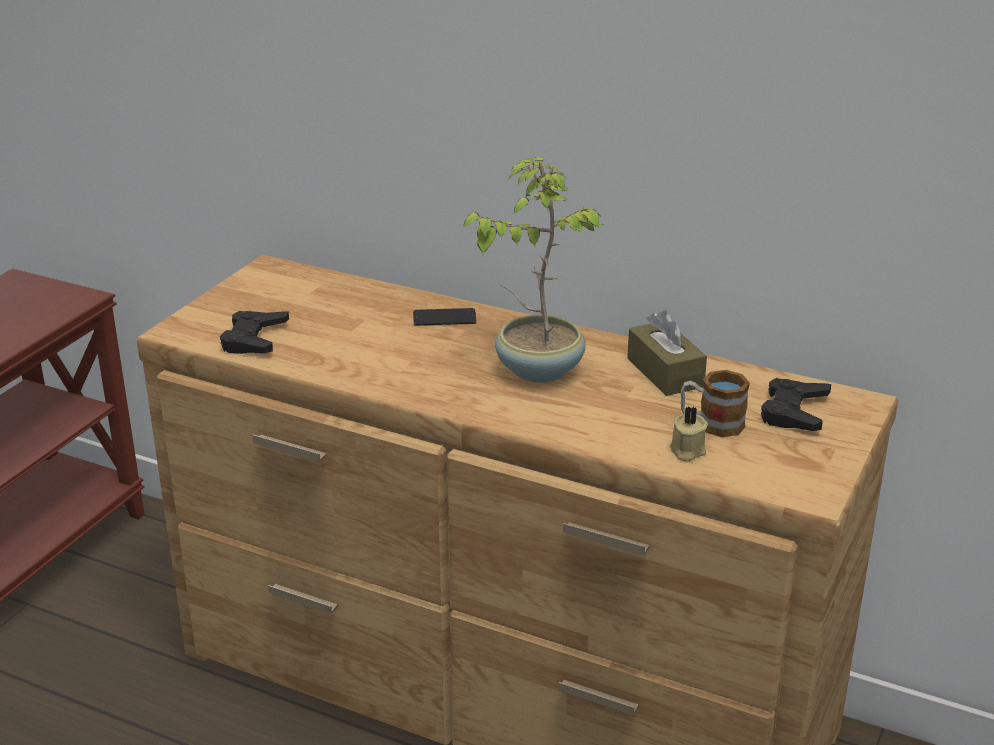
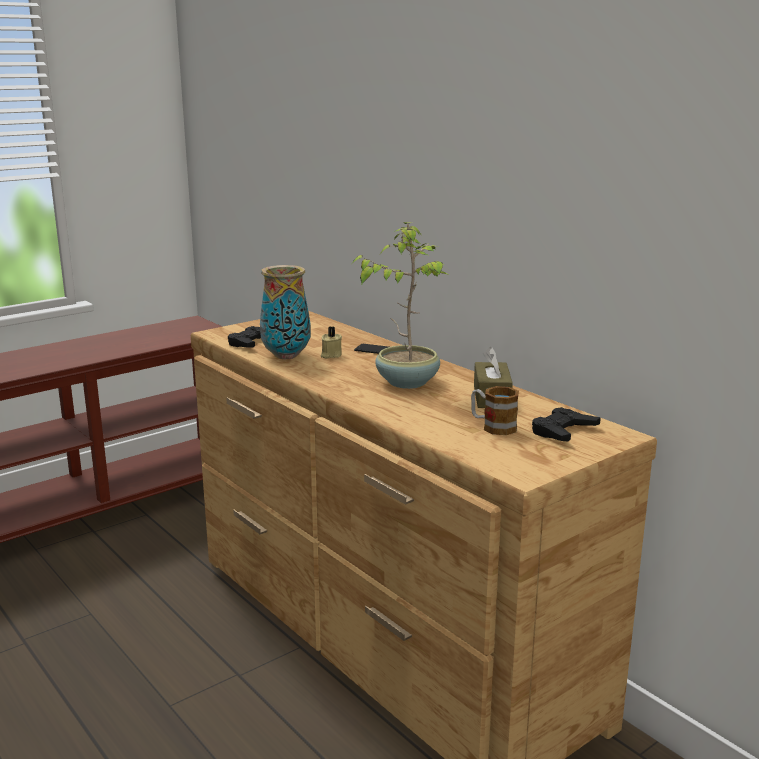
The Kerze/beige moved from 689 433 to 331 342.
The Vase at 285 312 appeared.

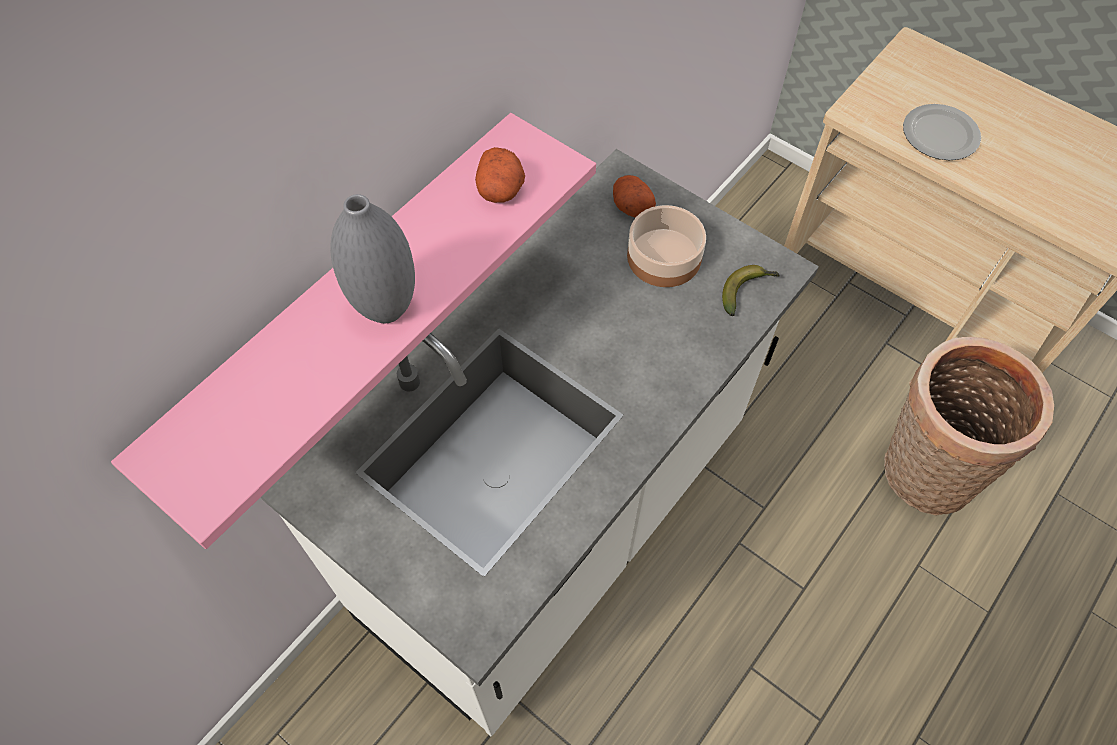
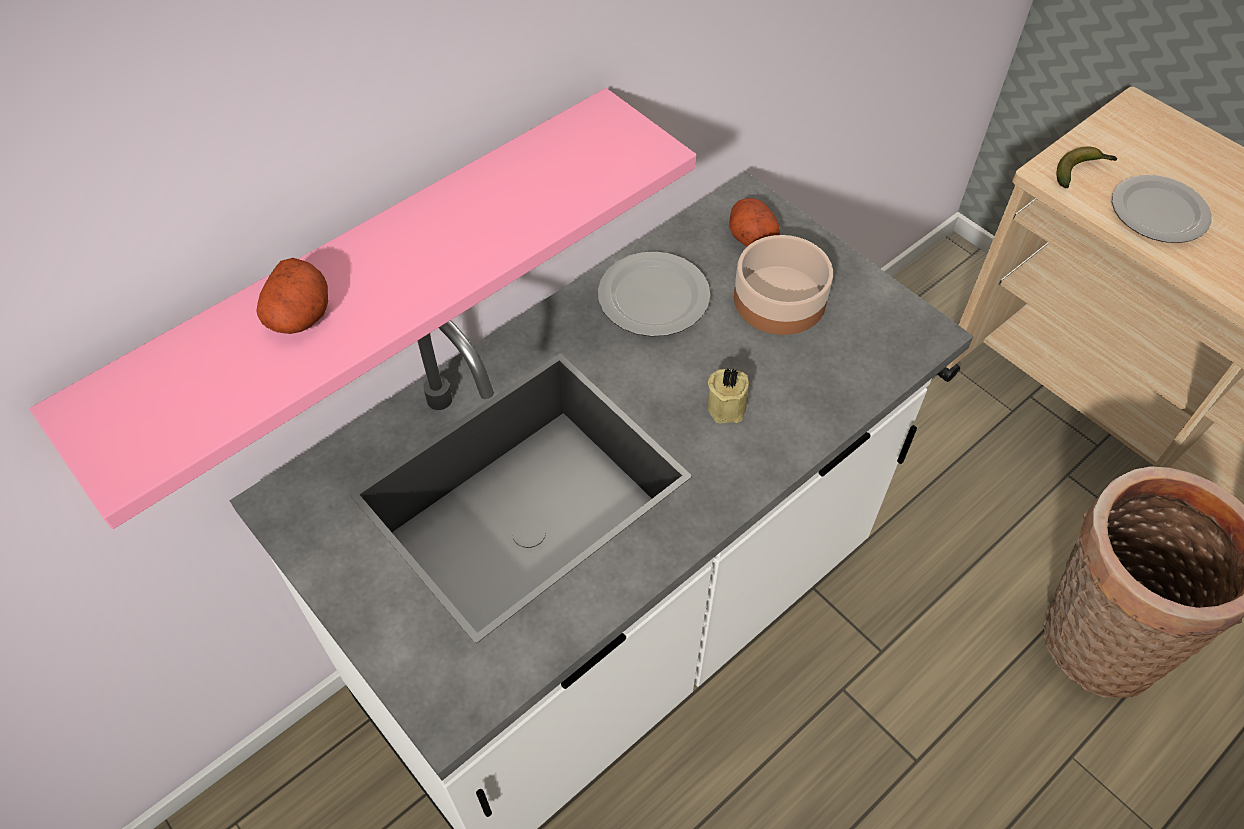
The Kartoffel moved from 500 175 to 292 296.
The Vase/grau at 372 258 disappeared.
The Banane moved from 751 290 to 1087 167.
The Teller at 654 294 appeared.
The Kerze/beige at 728 395 appeared.

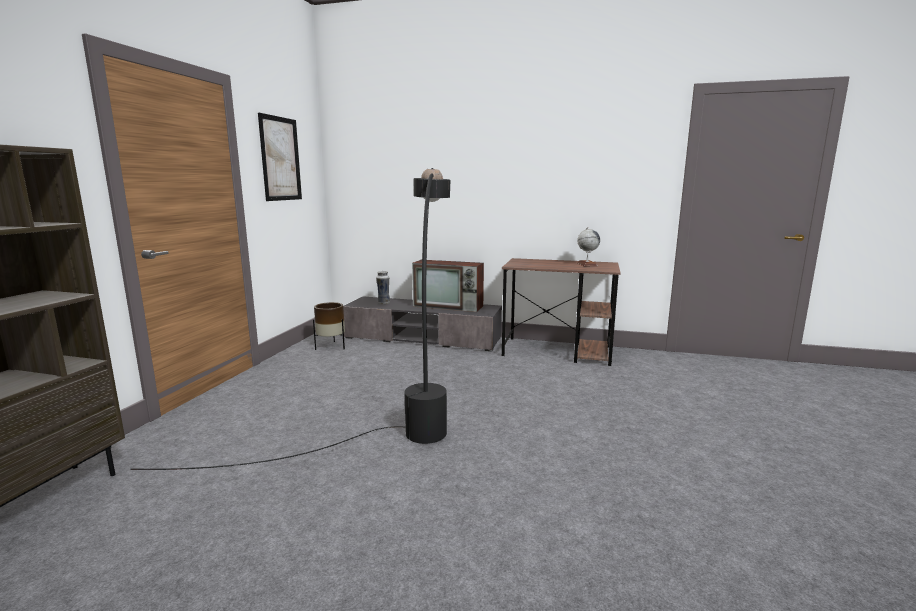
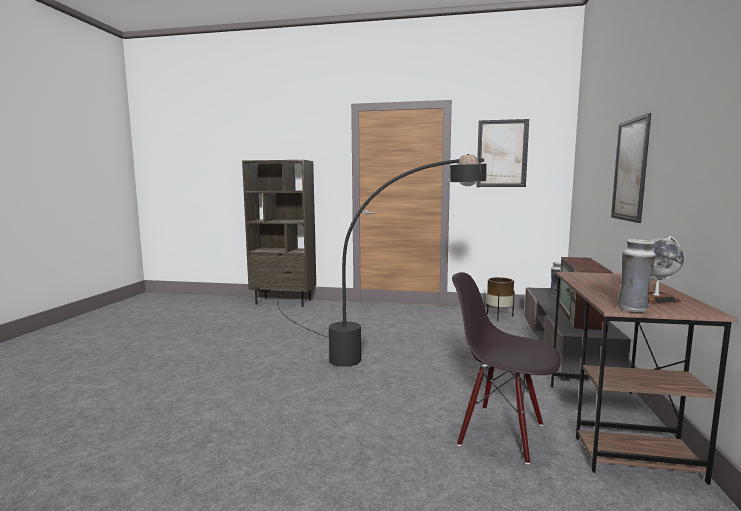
The Bild at 631 168 appeared.
The Vase at 637 275 appeared.
The Stuhl/schwarz at 506 368 appeared.

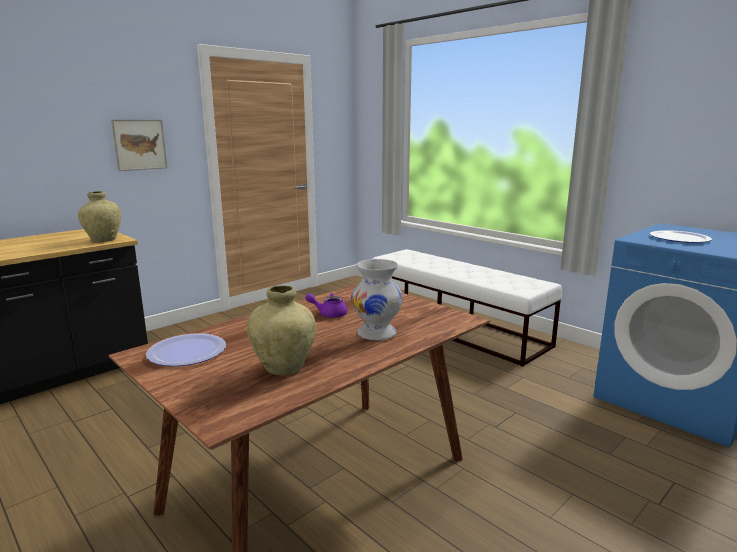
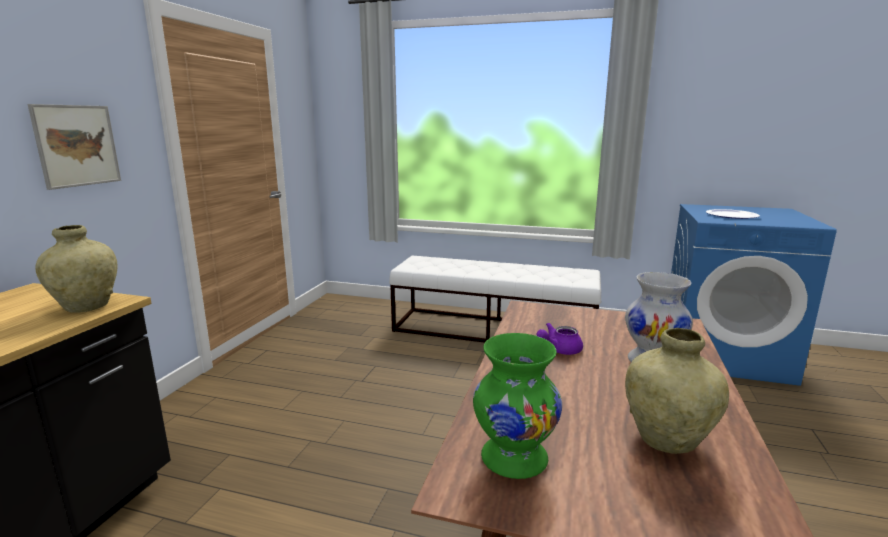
The Teller at 186 349 was replaced by the Vase/grün at 517 406.

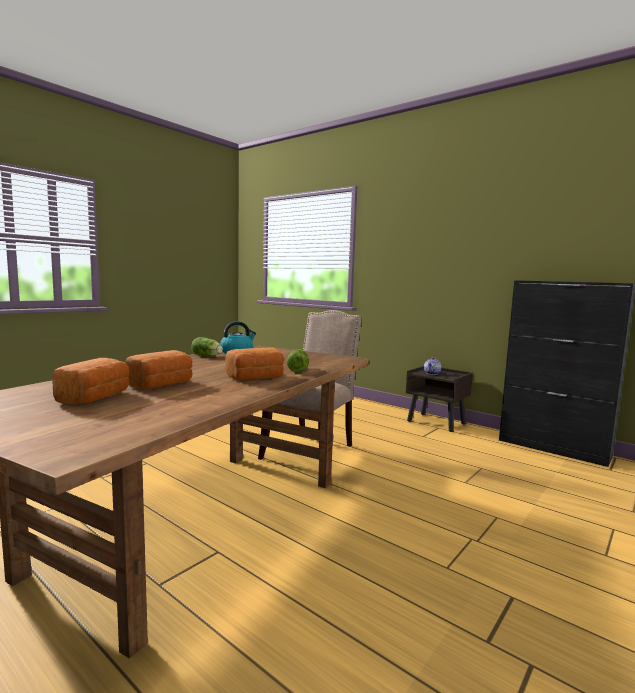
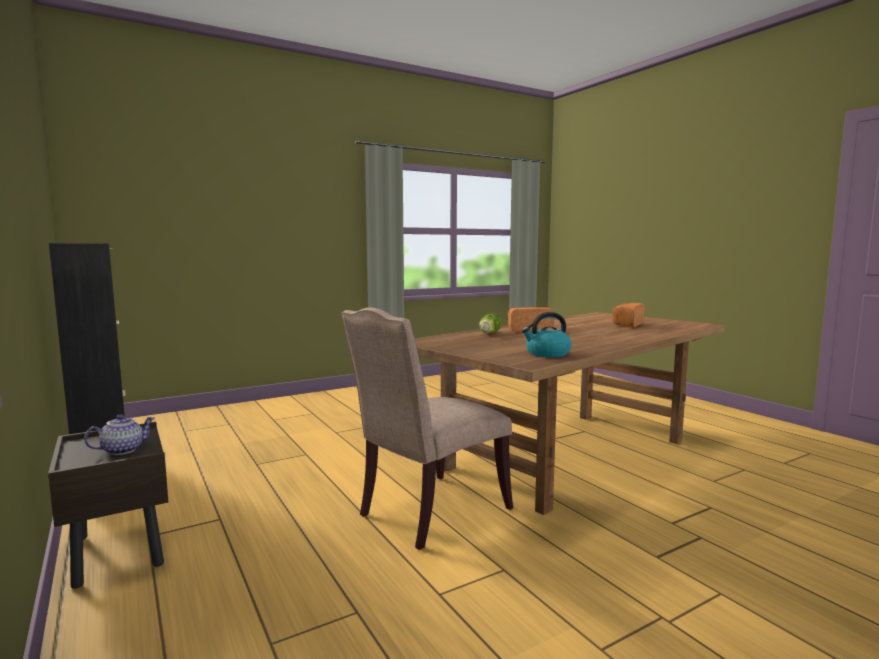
The Salatkopf at 207 346 disappeared.
The Brot at 159 369 disappeared.

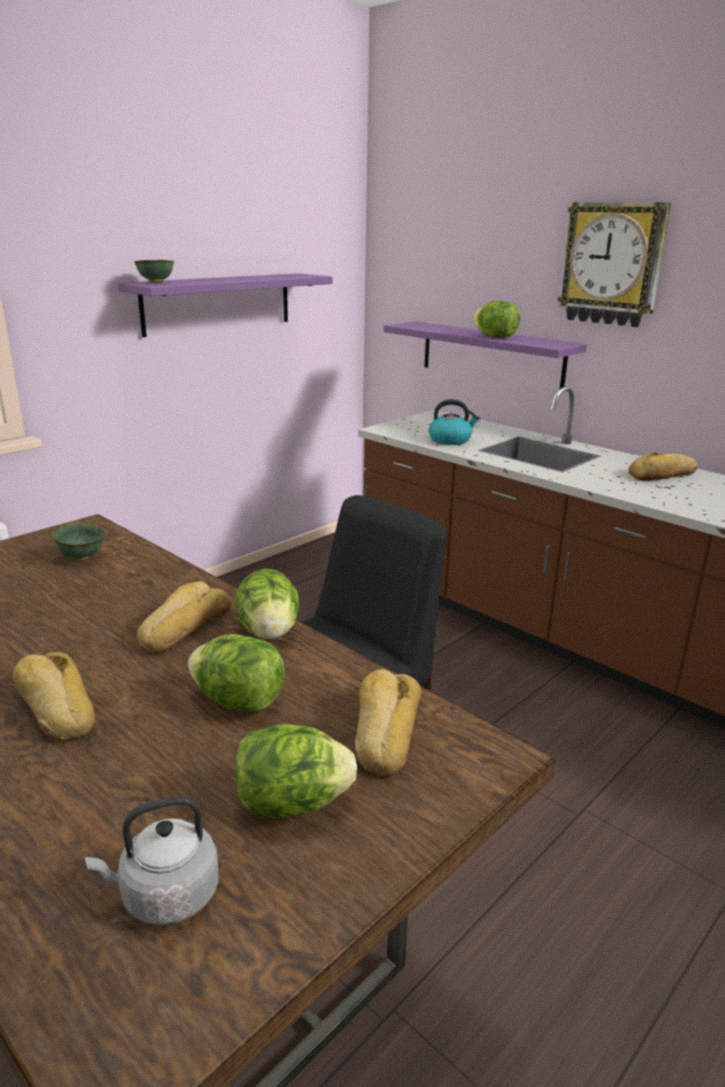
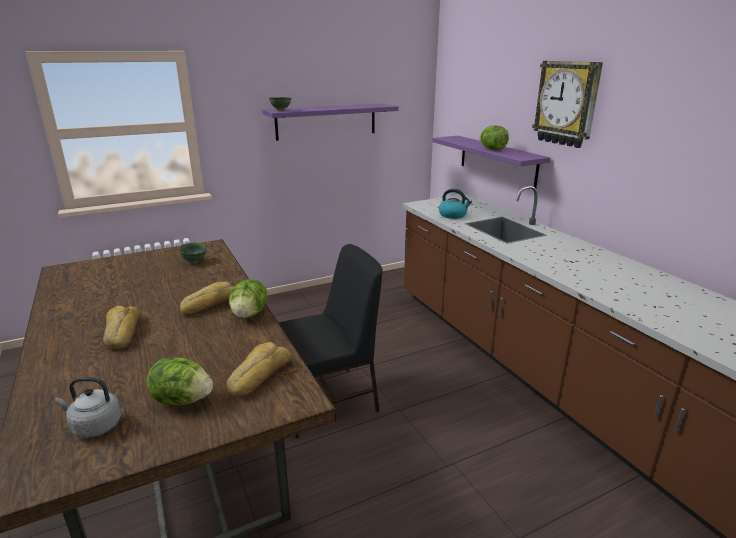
The Brot at 663 466 disappeared.
The Salatkopf at 236 673 disappeared.

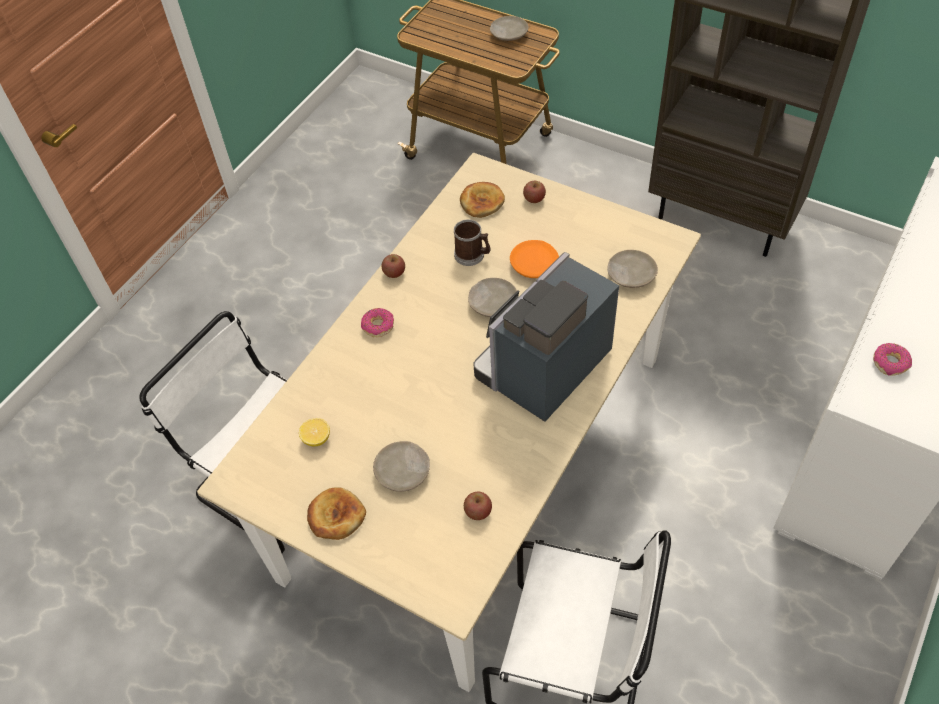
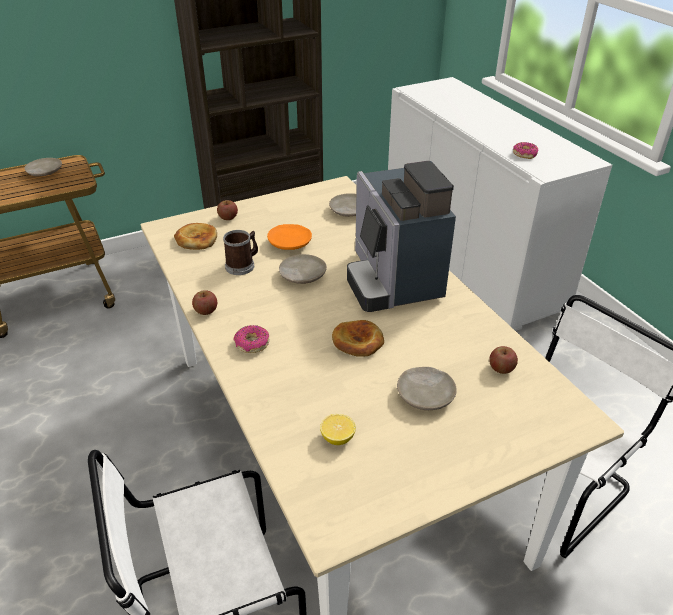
The Brot moved from 336 513 to 358 338.

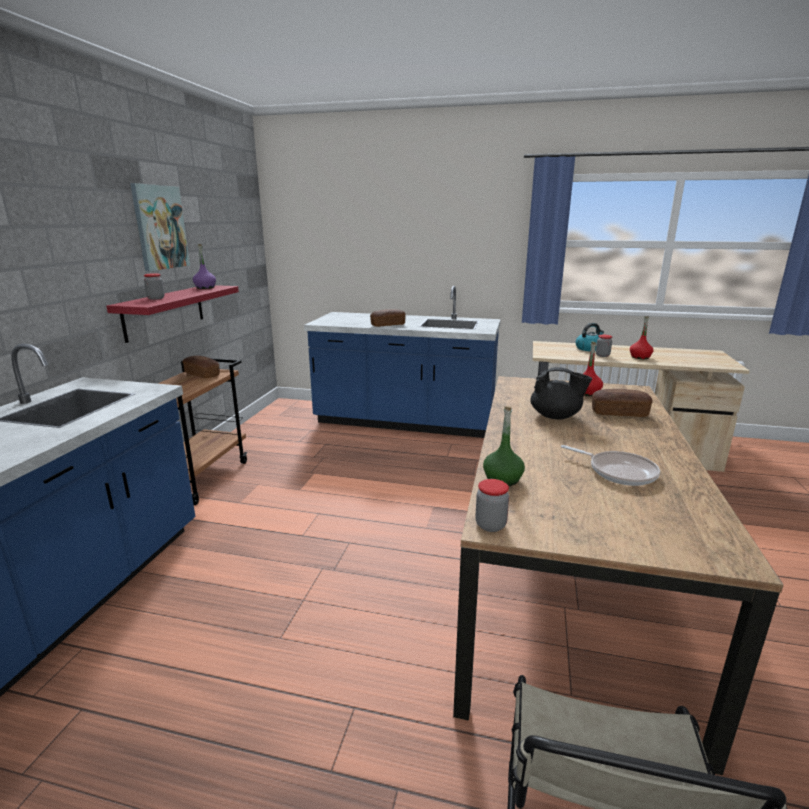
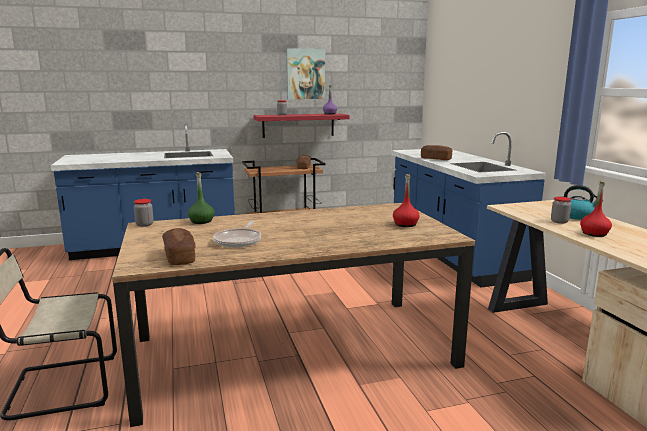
The Teekanne/schwarz at 561 393 disappeared.
The Brot moved from 622 403 to 179 246.

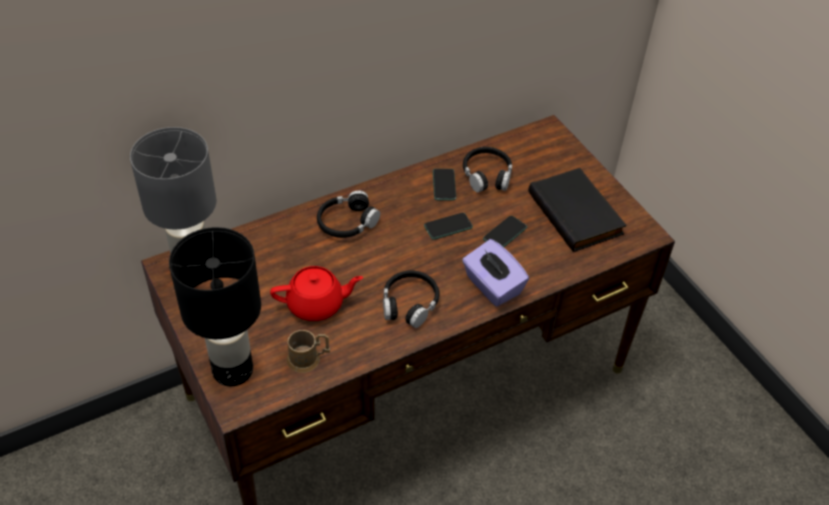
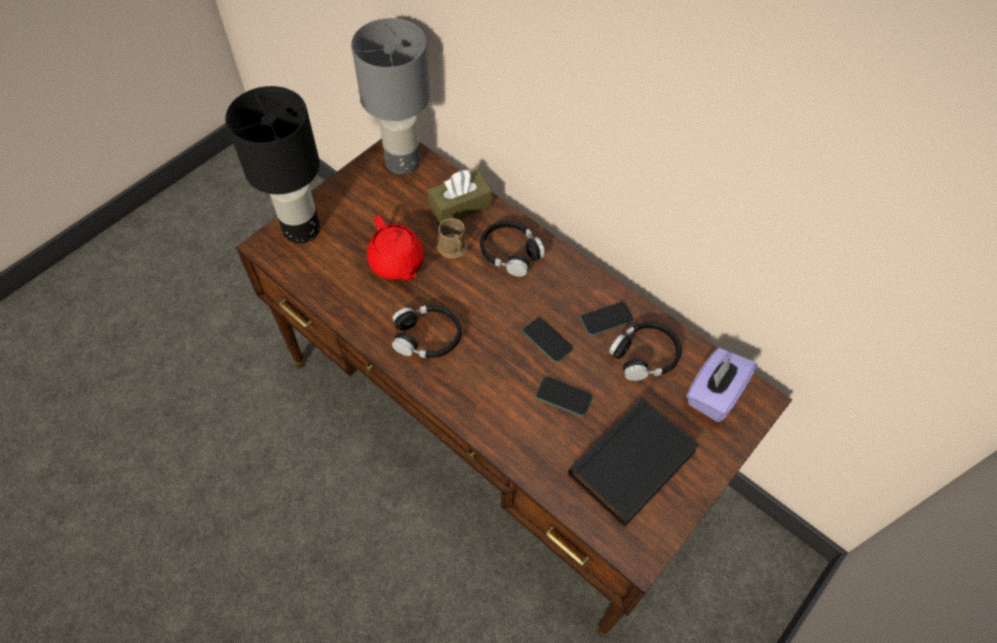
The Taschentuchbox/lila moved from 495 273 to 722 385.
The Henkelbecher/braun moved from 308 351 to 452 238.
The Taschentuchbox/braun at 460 196 appeared.

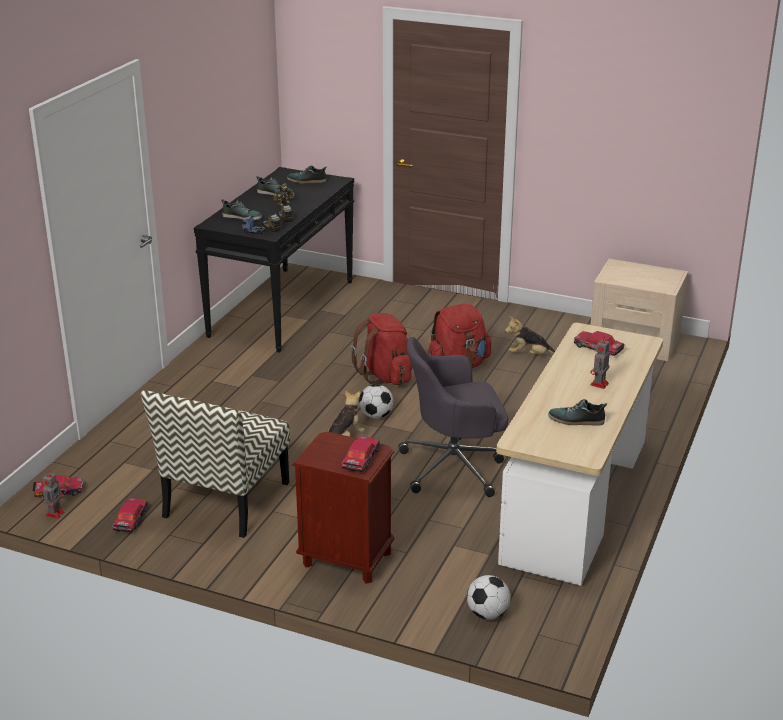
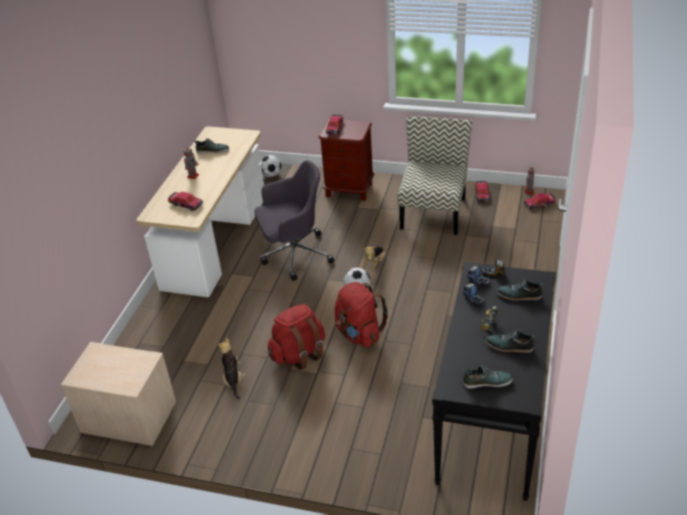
The Plüschtier at 530 335 turned 105 degrees counterclockwise.

